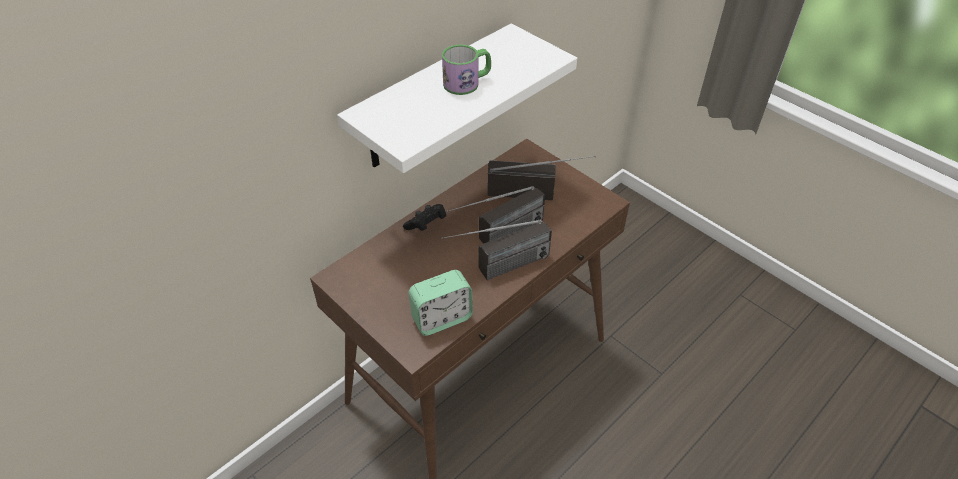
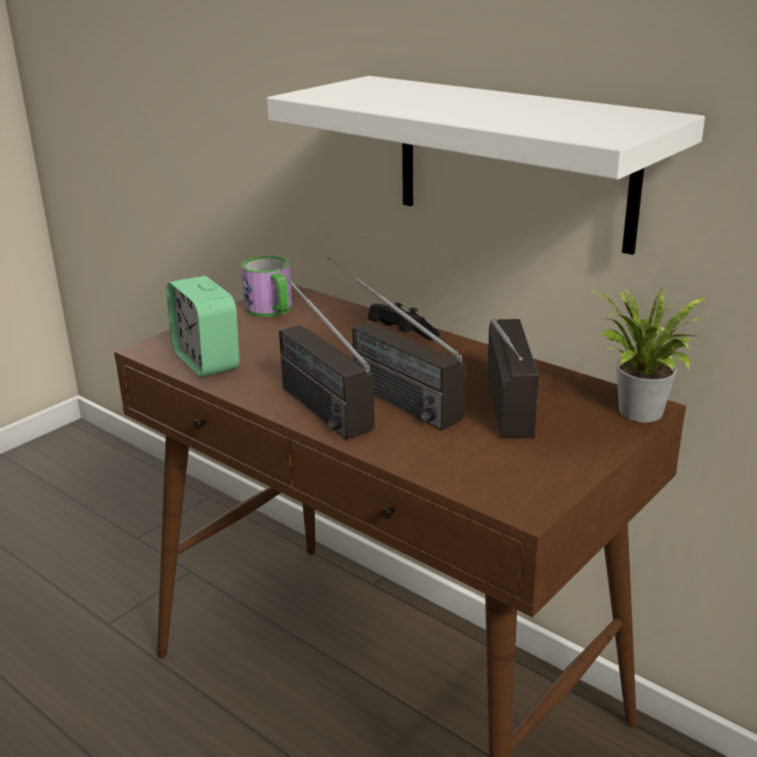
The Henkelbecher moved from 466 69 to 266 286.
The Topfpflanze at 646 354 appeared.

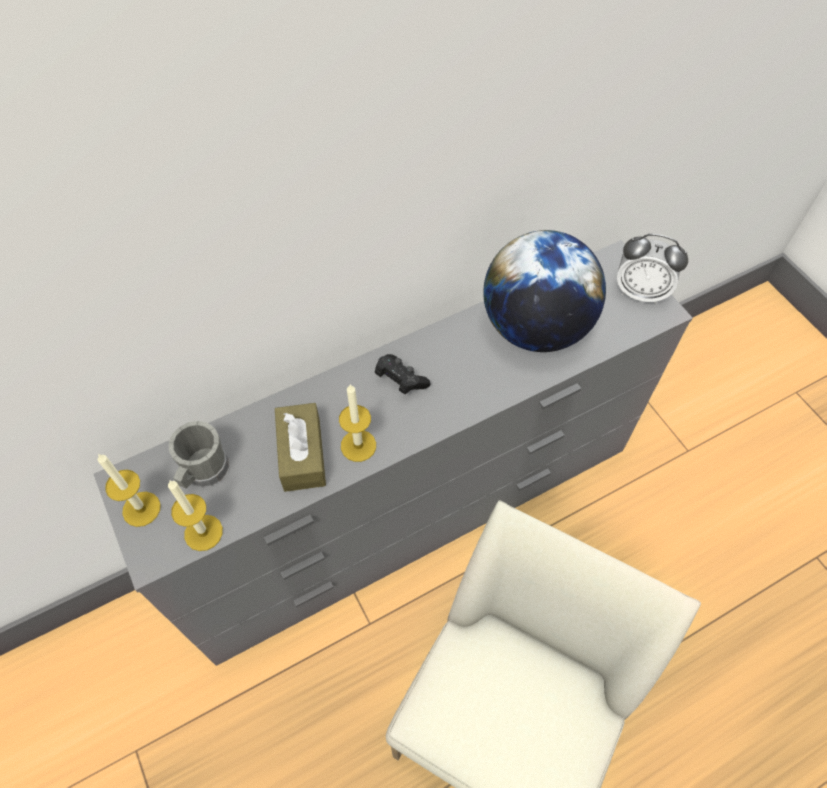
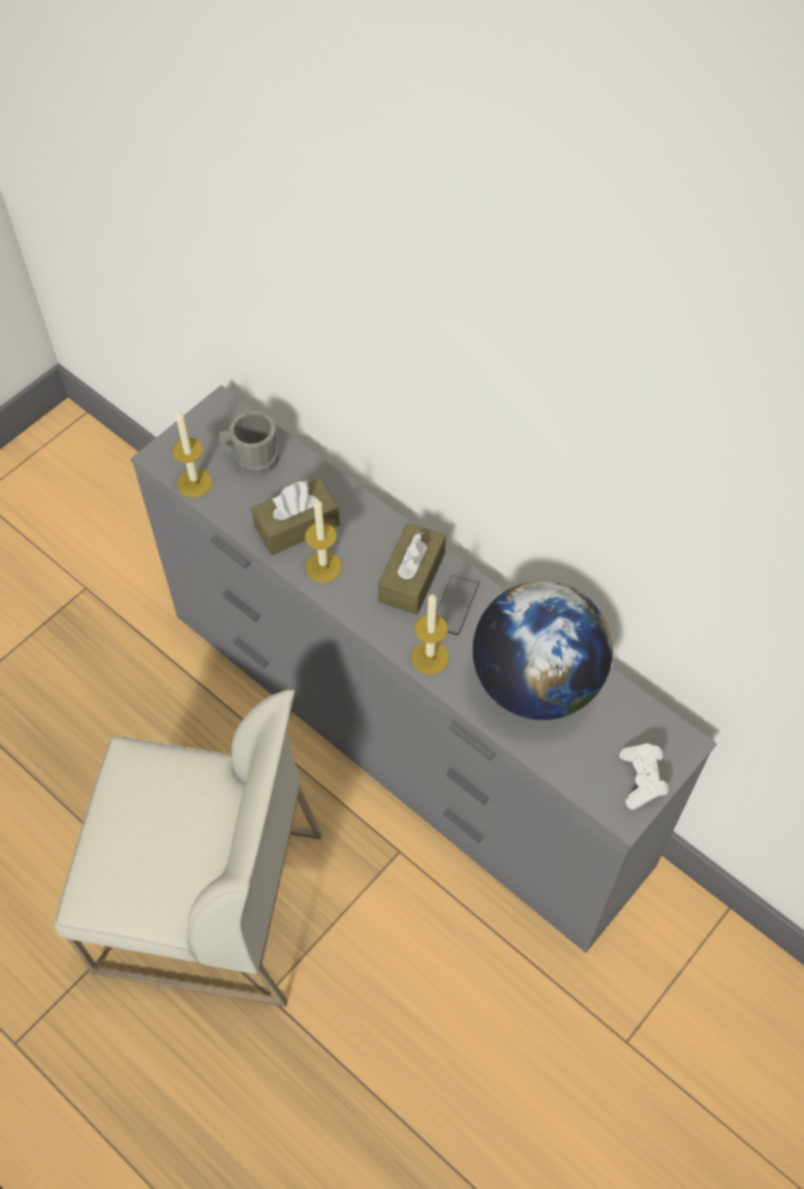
The Wecker at 652 269 was replaced by the Gamepad/weiß at 643 777.
The Gamepad/schwarz at 403 374 was replaced by the Taschentuchbox/braun at 412 569.
The Kerze moved from 129 490 to 430 633.
The Handy at 457 605 appeared.

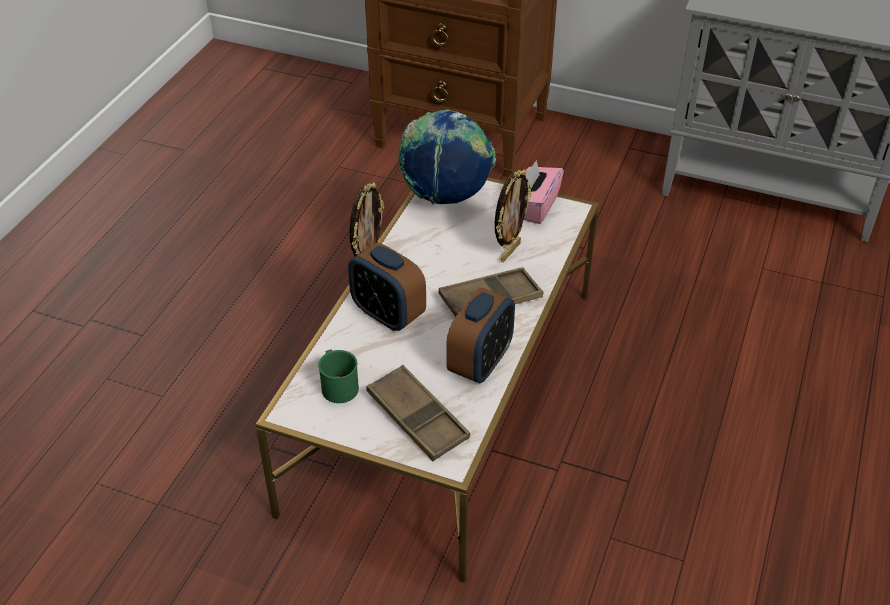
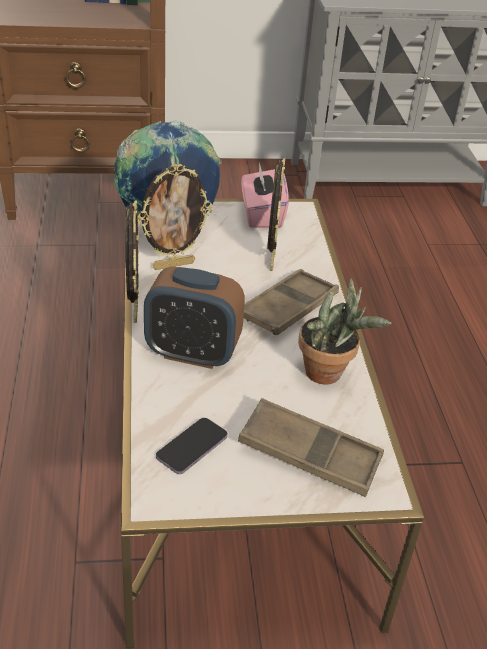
The Wecker at 480 335 was replaced by the Topfpflanze at 345 331.
The Henkelbecher/grün at 338 376 was replaced by the Handy at 192 446.
The Bilderrahmen at 175 216 appeared.

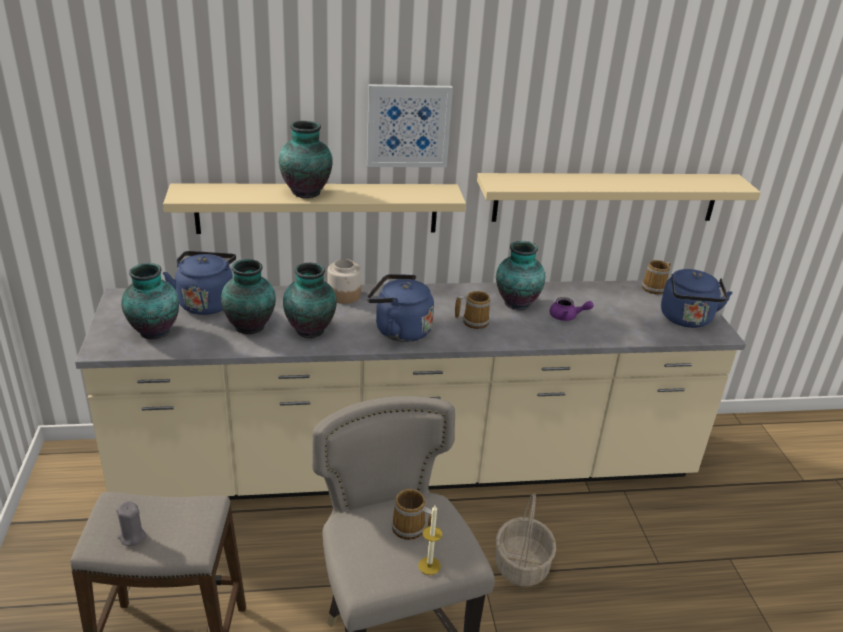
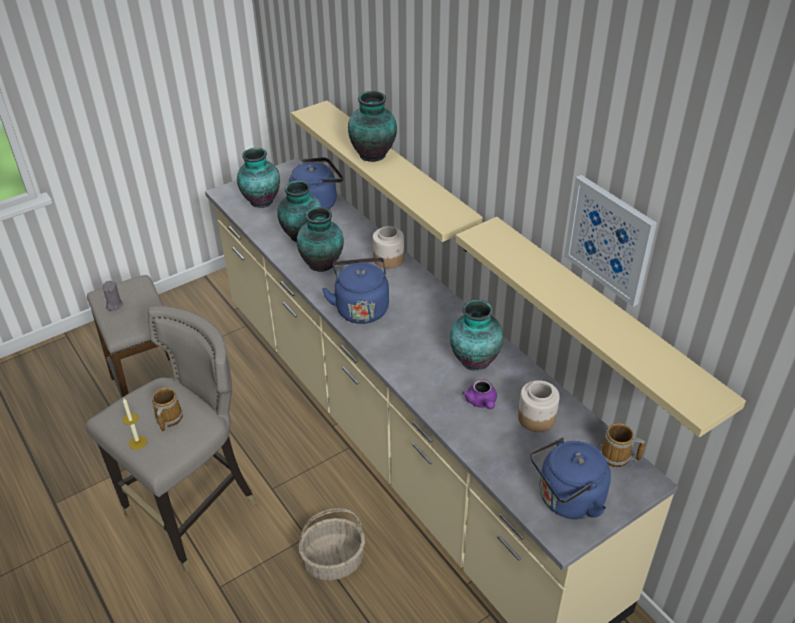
The Bild moved from 410 125 to 610 241.
The Henkelbecher at 472 310 disappeared.
The Vorratsglas at 539 406 appeared.

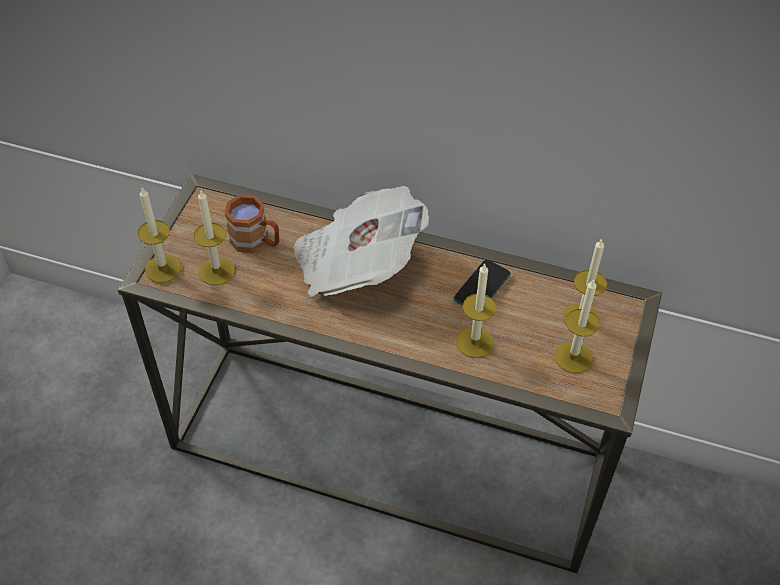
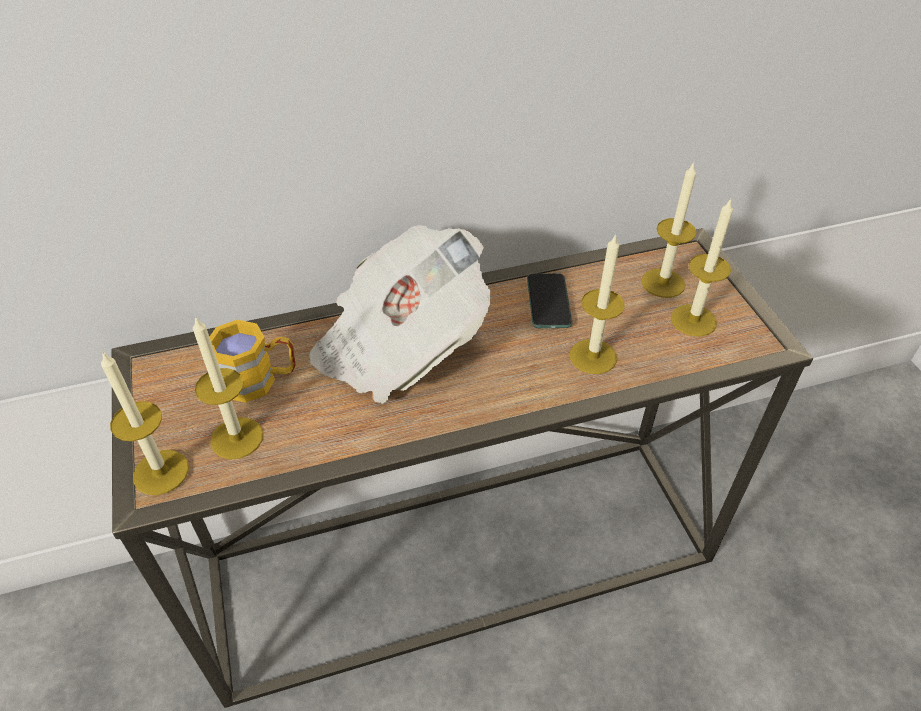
The Henkelbecher/braun at 252 224 became the Henkelbecher/gelb at 252 361.

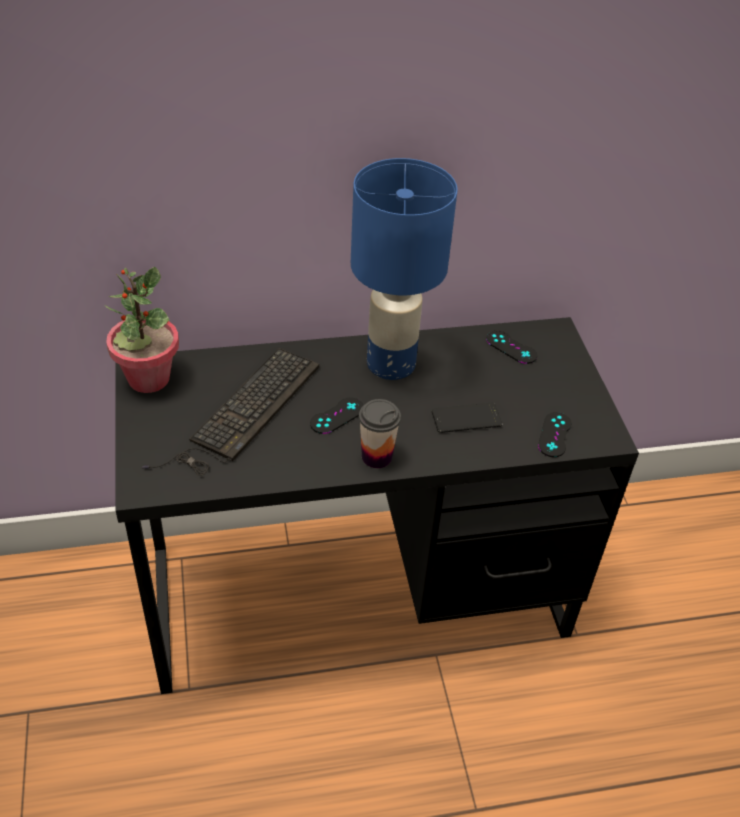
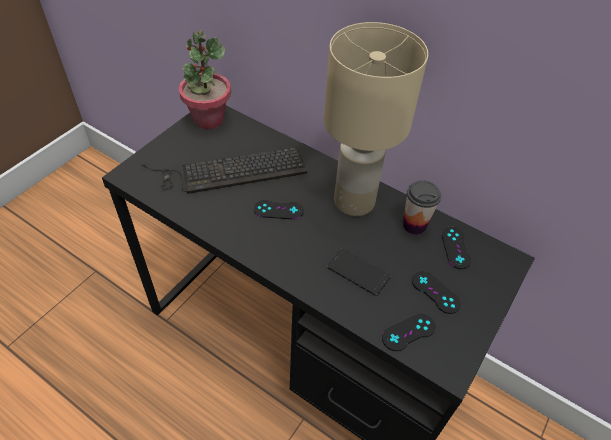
The Tischlampe/blau at 404 269 became the Tischlampe/beige at 376 119.
The Tasse moved from 380 433 to 422 207.
The Gamepad/schwarz at 436 292 appeared.

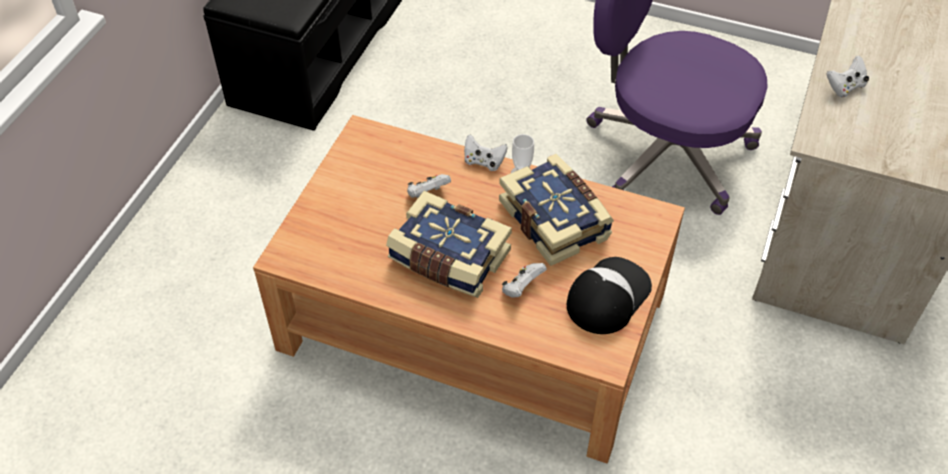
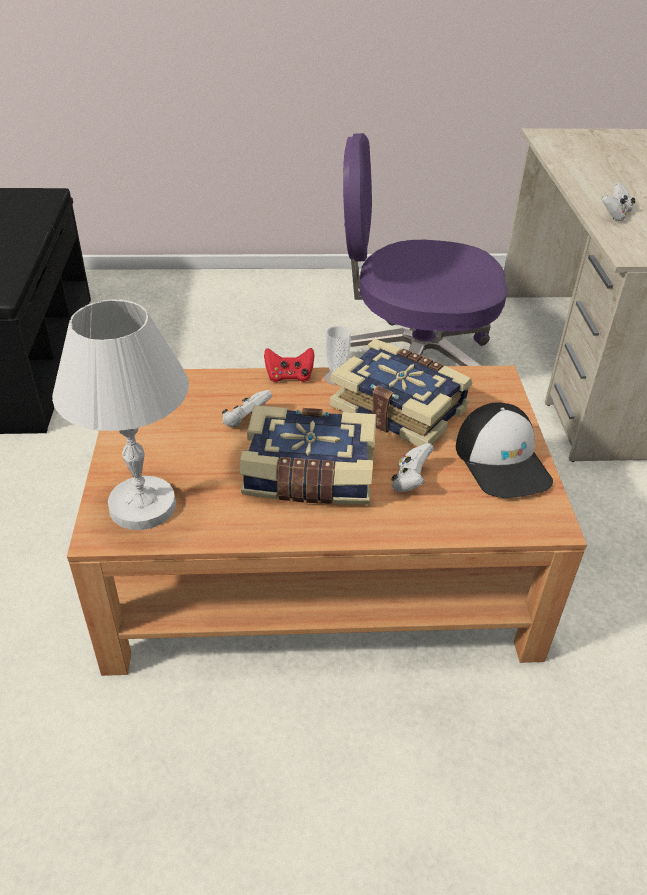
The Gamepad/weiß at 485 152 became the Gamepad/rot at 289 365.
The Kappe at 609 295 turned 150 degrees clockwise.
The Tischlampe/weiß at 120 414 appeared.

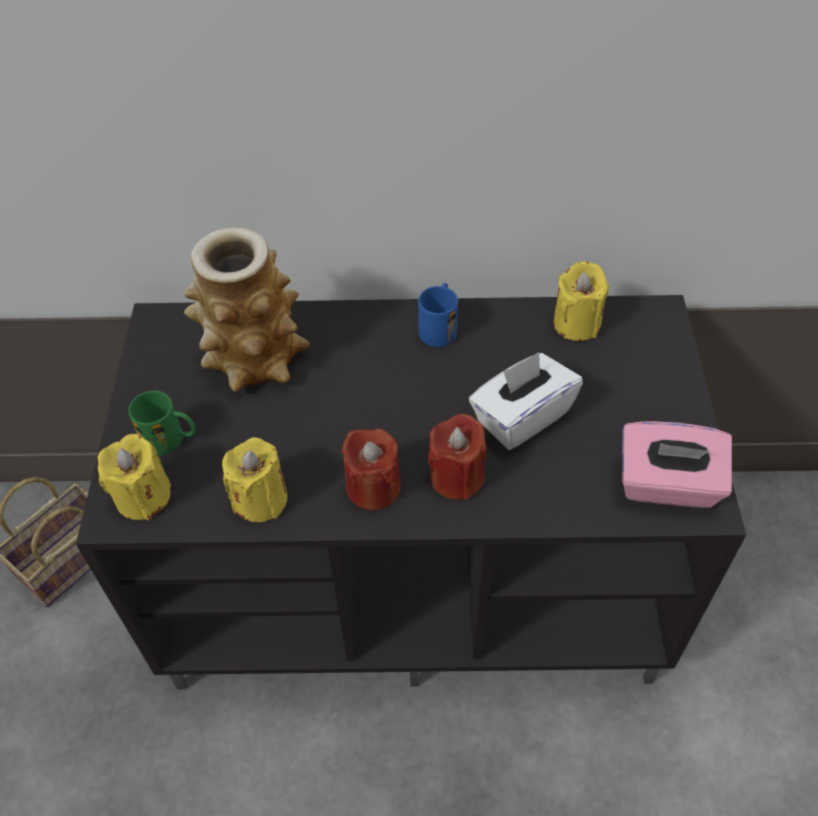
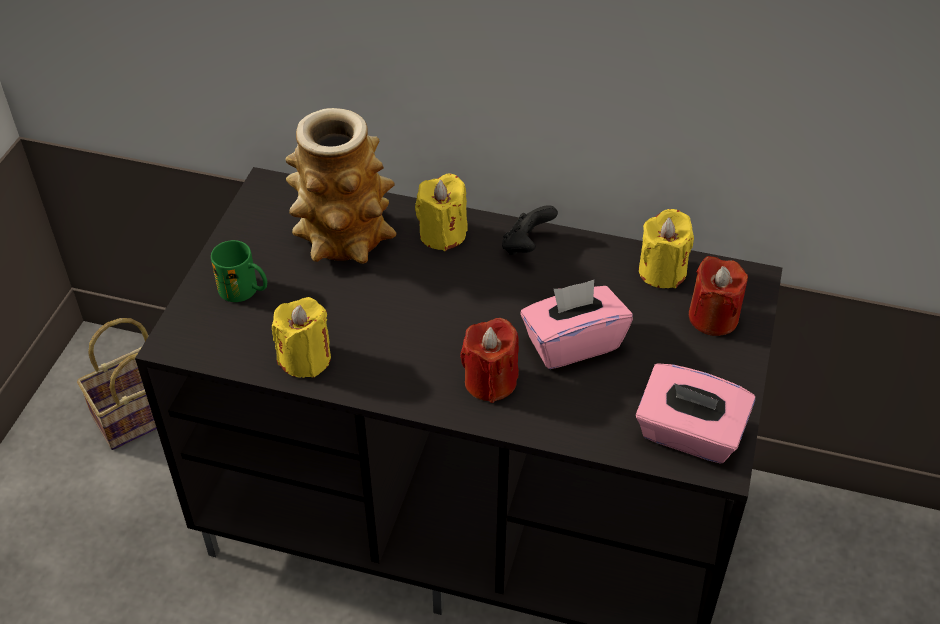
The Henkelbecher/blau at 438 315 was replaced by the Gamepad/schwarz at 530 230.
The Taschentuchbox/weiß at 526 401 became the Taschentuchbox/rosa at 576 324.
The Kerze/rot moved from 370 470 to 718 296.
The Kerze/gelb moved from 134 477 to 441 212.

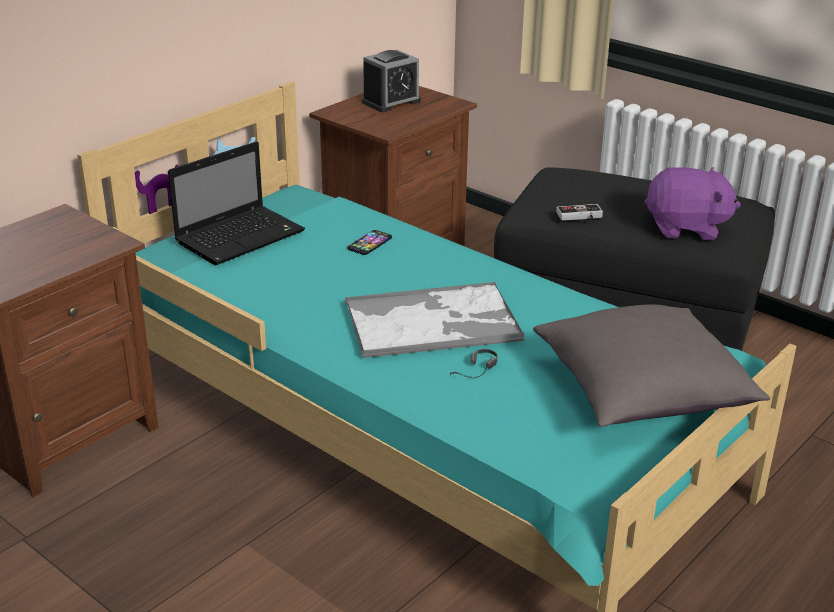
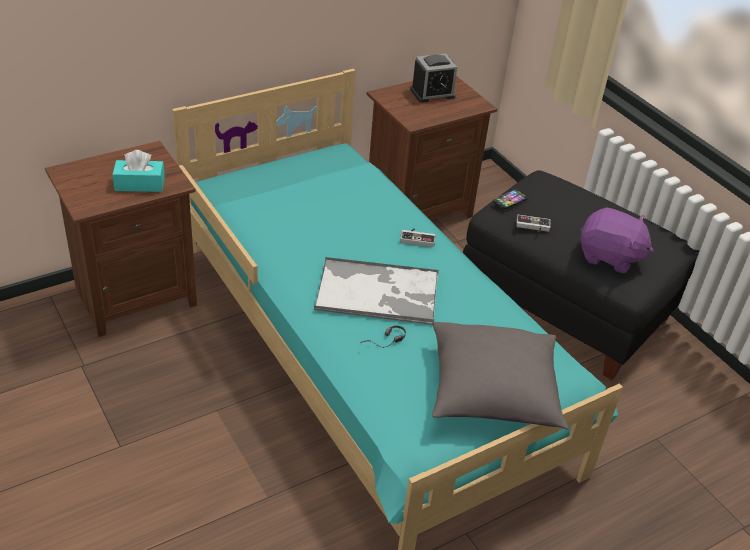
The Laptop at 236 203 disappeared.
The Handy moved from 369 242 to 510 199.
The Taschentuchbox/türkis at 138 171 appeared.
The Gamepad at 418 237 appeared.

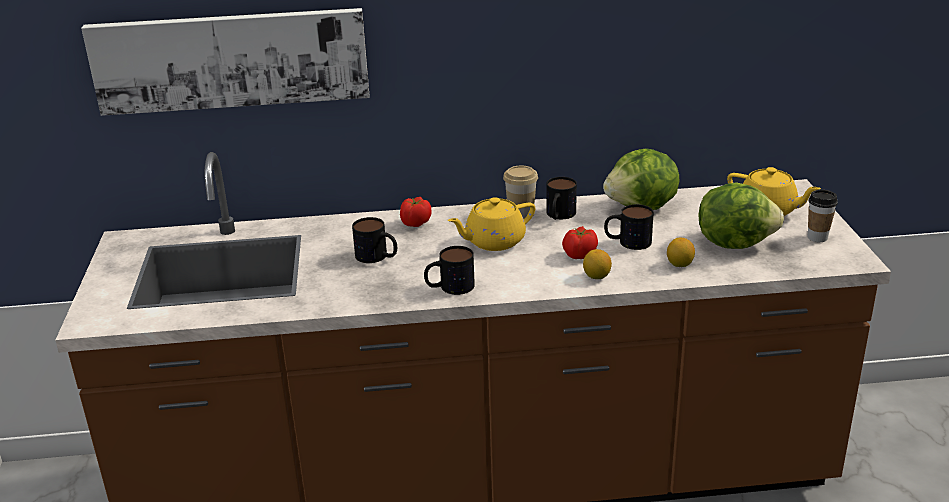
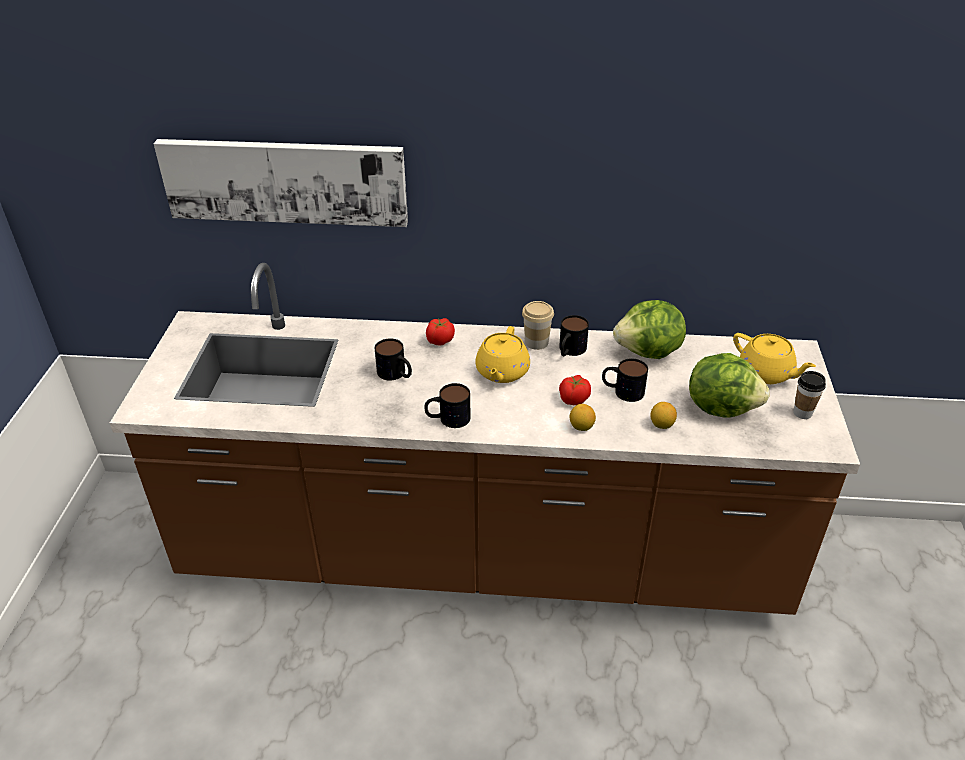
The Teekanne/gelb at 491 224 turned 60 degrees counterclockwise.

